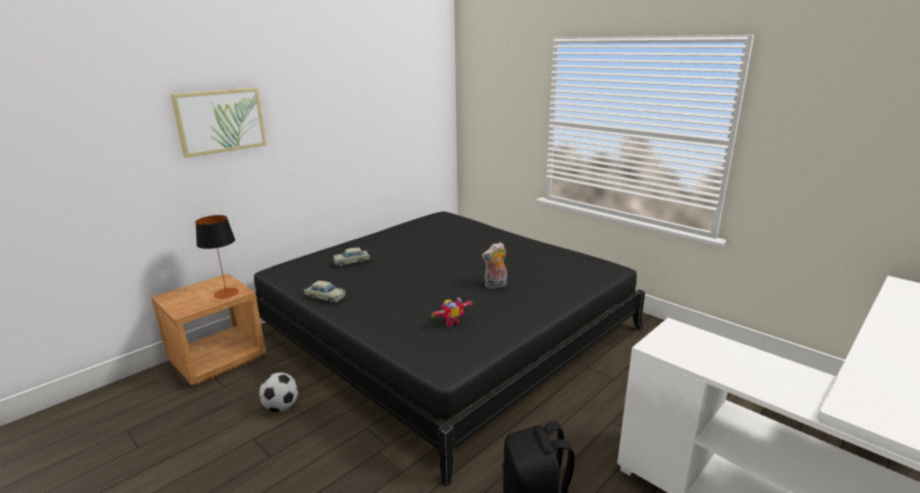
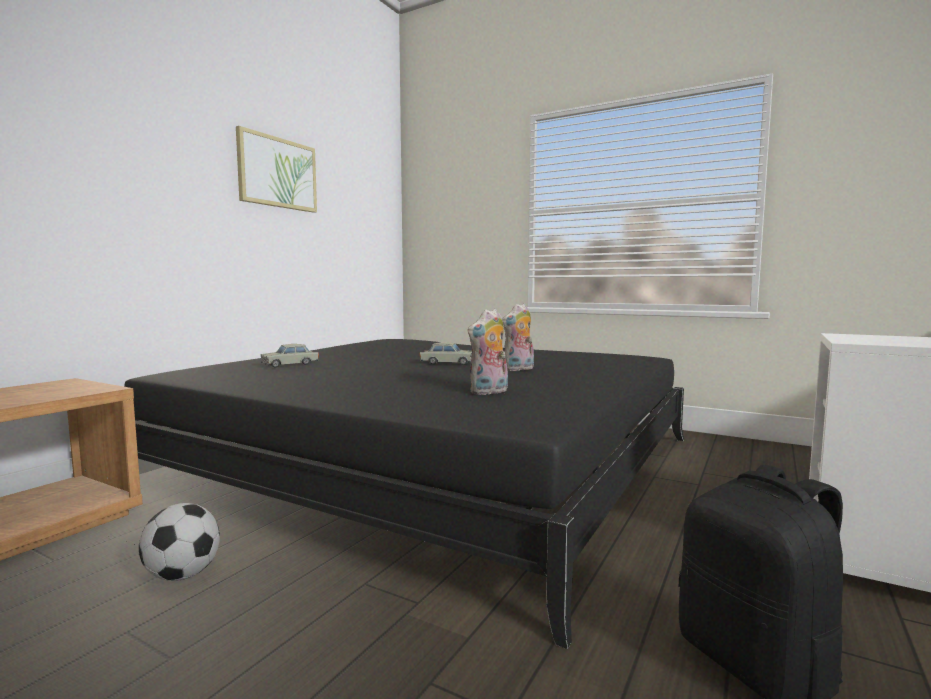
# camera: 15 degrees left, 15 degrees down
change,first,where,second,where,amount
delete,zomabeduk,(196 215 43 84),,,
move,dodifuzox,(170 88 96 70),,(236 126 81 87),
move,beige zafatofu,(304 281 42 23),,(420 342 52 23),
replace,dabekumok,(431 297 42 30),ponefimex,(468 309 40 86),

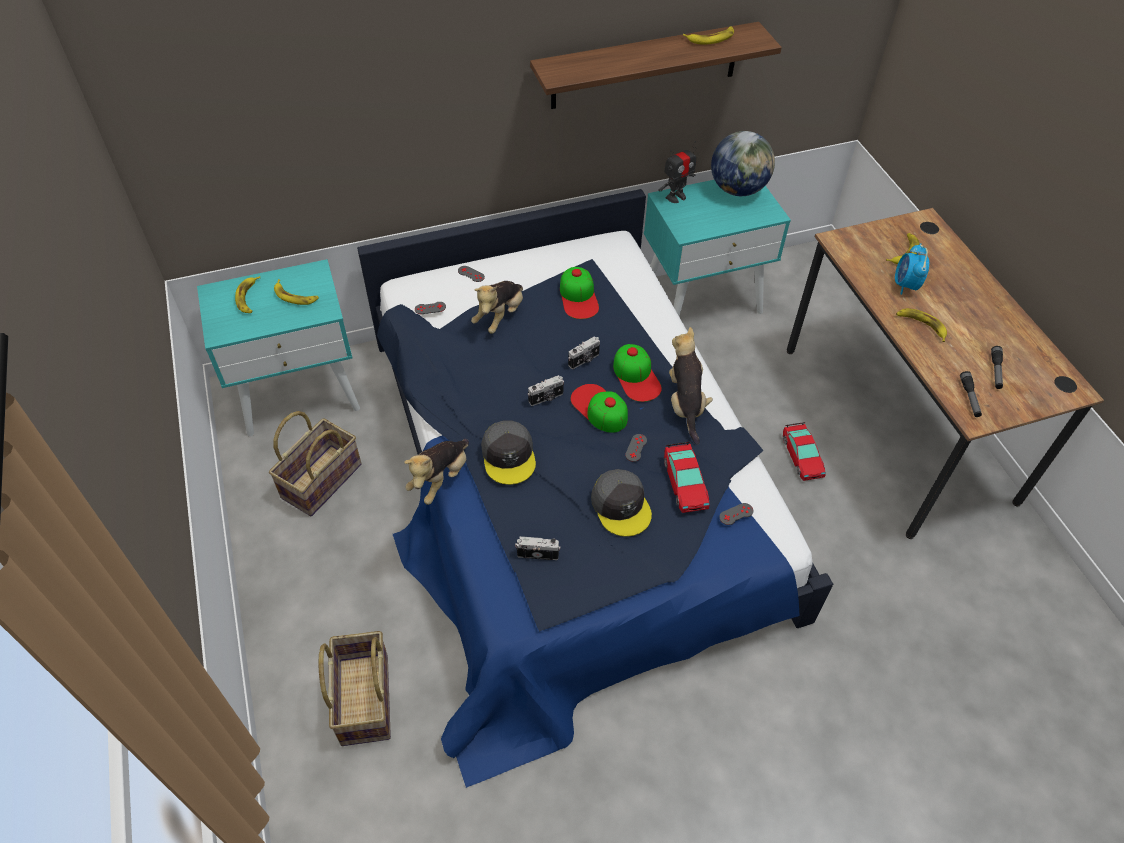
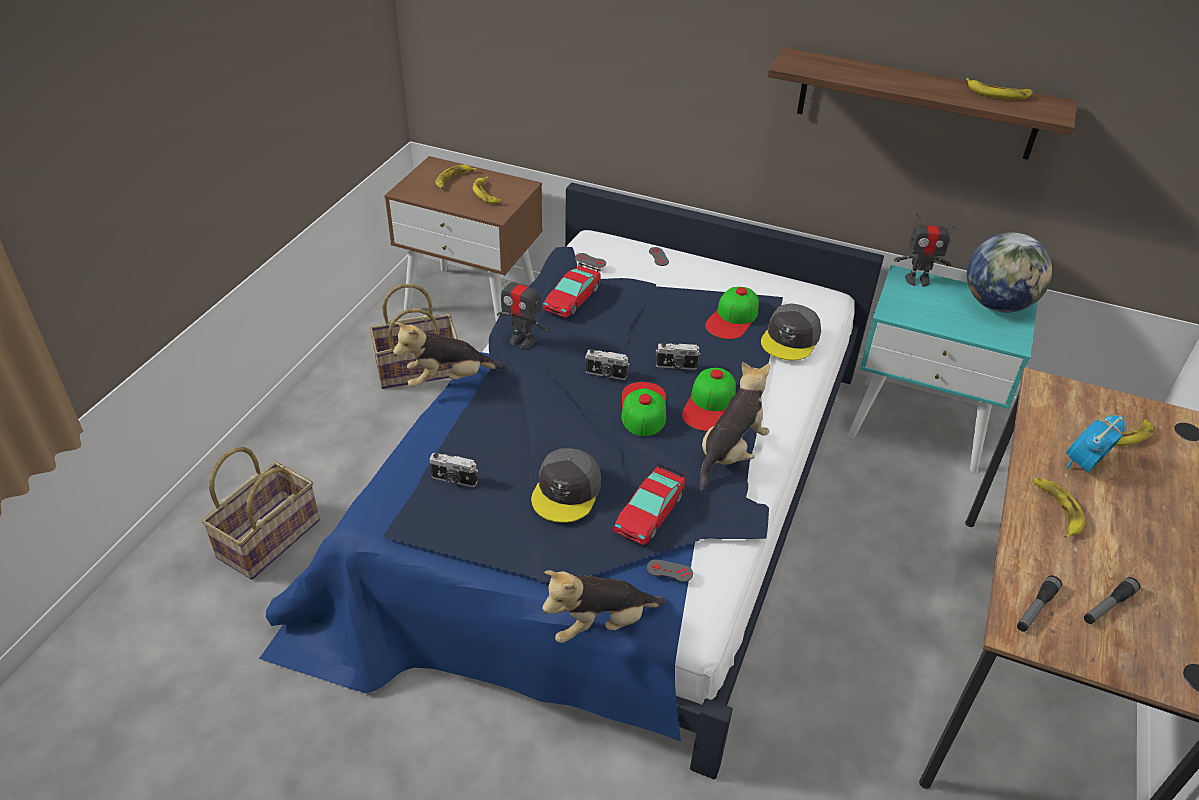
# camera: 40 degrees right, 10 degrees down
change,first,where,second,where,amount
delete,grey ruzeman,(625 434 22 28),,,
insert,,,dabekumok,(497 269 52 79),
move,ponefimex,(471 281 52 53),,(542 570 124 73),
move,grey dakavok,(481 420 55 65),,(761 303 60 57),
move,zafatofu,(783 422 43 59),,(543 263 58 55),
recolor,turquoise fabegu,(197 259 163 178),brown fabegu,(384 156 158 166),
rotate,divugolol,(515 536 46 24),,(429 453 49 34),150 degrees clockwise

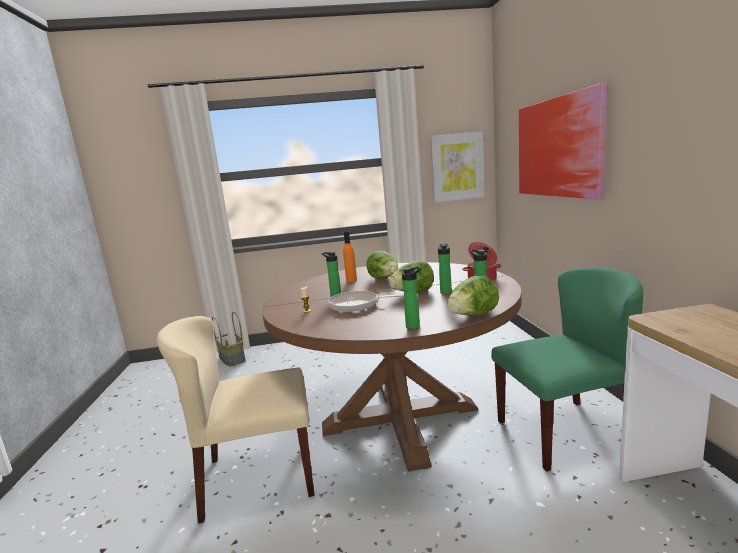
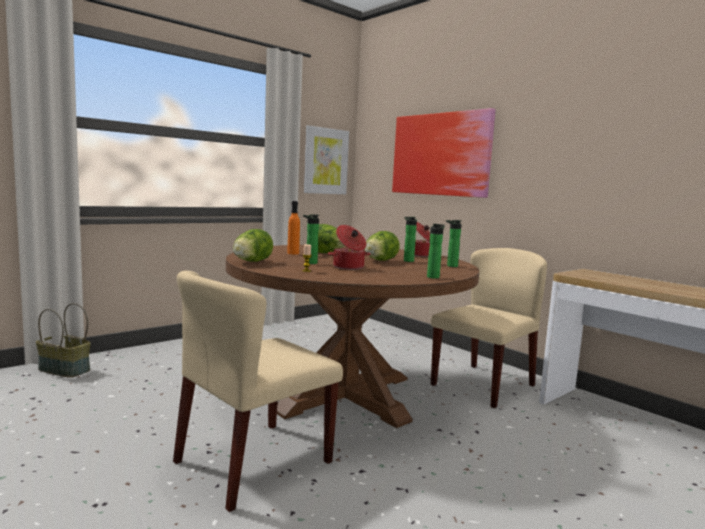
# camera: 35 degrees left, 5 degrees down
change,first,where,second,where,amount
move,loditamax,(448 276 51 39),,(233 229 40 33),
replace,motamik,(328 291 76 21),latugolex,(328 225 42 45),
recolor,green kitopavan,(491 267 152 204),beige kitopavan,(431 248 116 160),

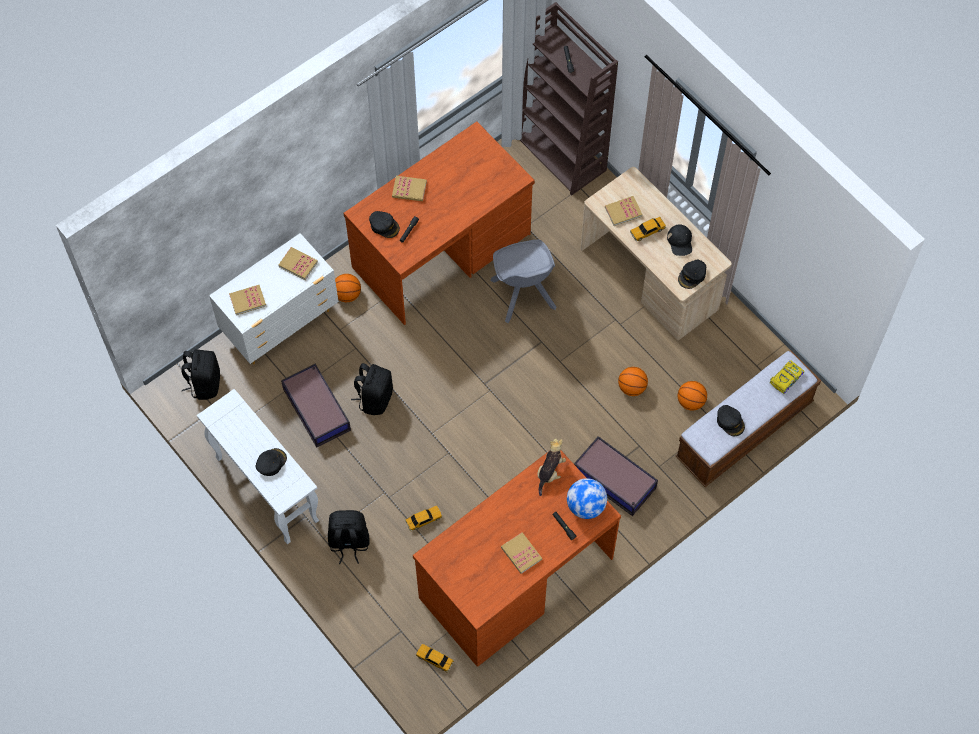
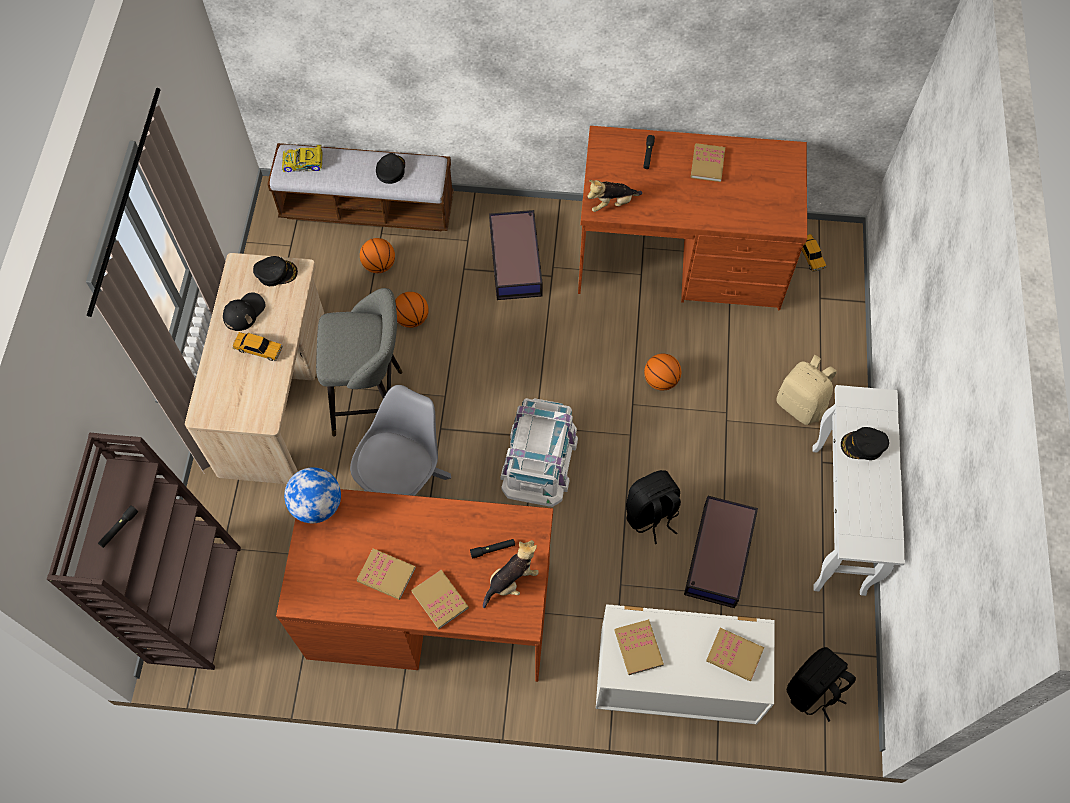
# camera: 135 degrees left, 0 degrees up
change,first,where,second,where,amount
delete,zafatofu,(405 506 37 26),,,
insert,,,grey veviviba,(316 288 86 148),
insert,,,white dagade,(501 398 77 109),
move,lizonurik,(335 274 26 28),,(644 354 37 36),
move,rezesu,(567 478 40 41),,(284 467 57 56),
move,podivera,(605 196 38 30),,(357 548 59 52),
replace,black dakavok,(369 211 31 27),ponefimex,(483 540 56 68),
recolor,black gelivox,(328 510 42 54),beige gelivox,(776 355 61 70),

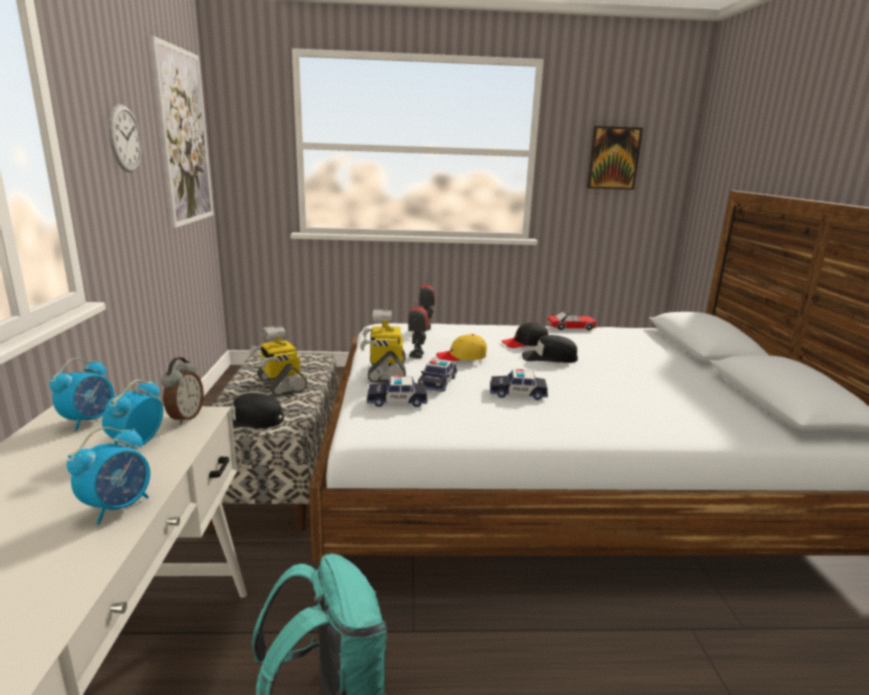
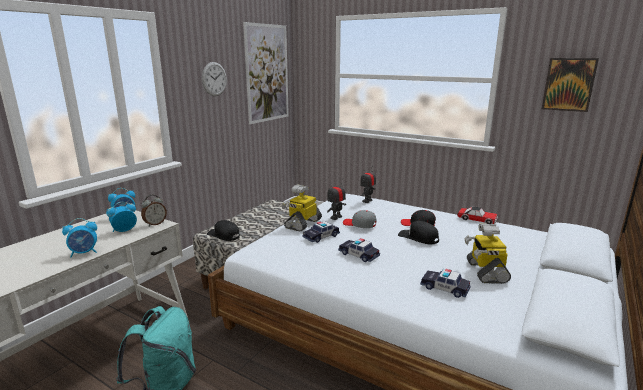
# camera: 35 degrees right, 0 degrees up
change,first,where,second,where,amount
move,dabekumok,(249 326 58 70),,(464 224 47 60),
move,zafatofu,(367 375 60 32),,(420 269 51 29),
recolor,yellow dakavok,(436 334 51 27),grey dakavok,(343 210 33 18),

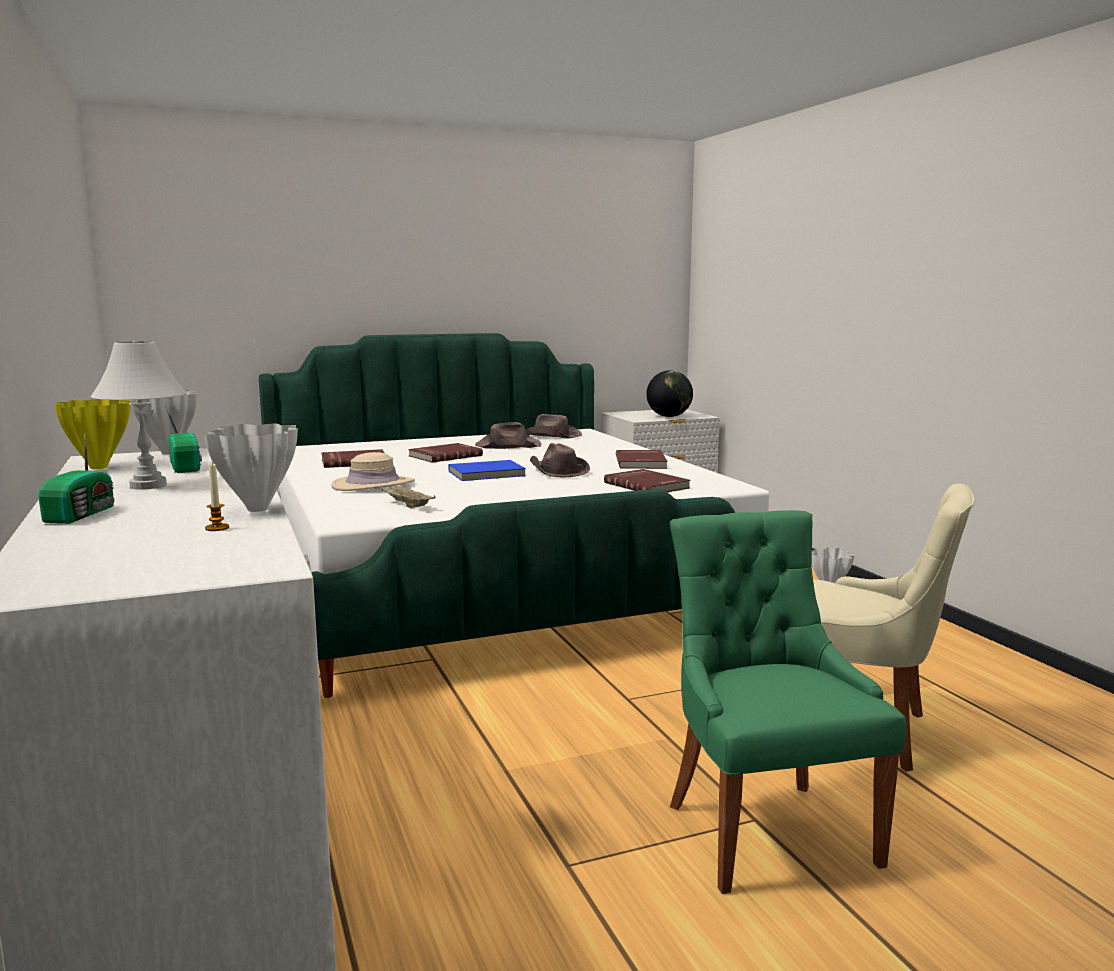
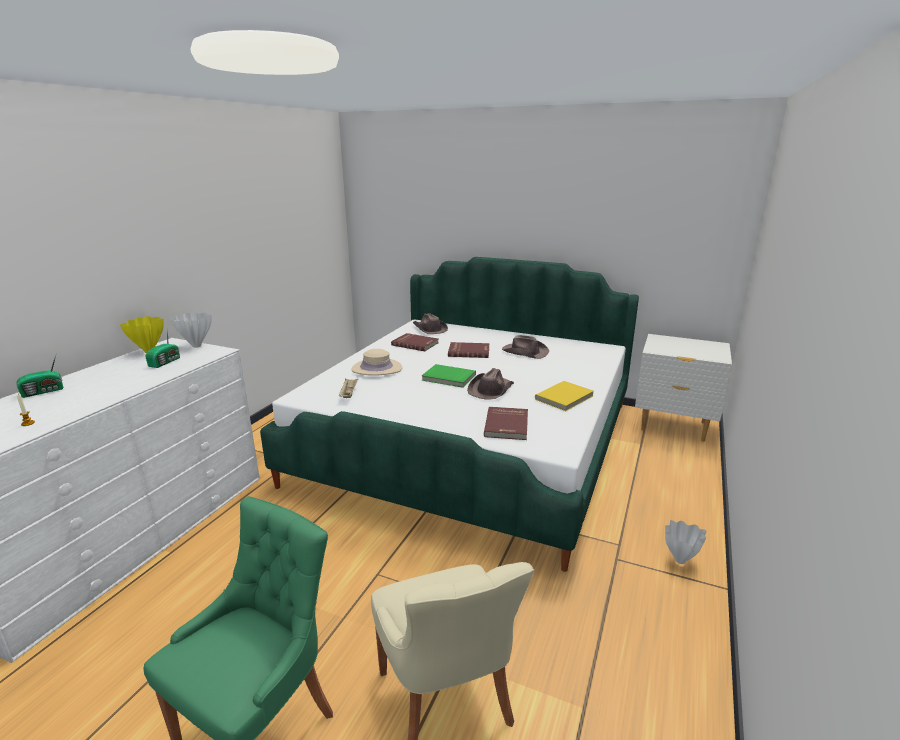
# camera: 45 degrees right, 10 degrees up
change,first,where,second,where,amount
delete,white zomabeduk,(91 341 96 149),,,
delete,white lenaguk,(204 424 94 88),,,
delete,rezesu,(646 370 47 47),,,
move,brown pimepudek,(525 414 57 24),,(413 313 35 21),
recolor,blue podivera,(448 460 78 21),green podivera,(422 364 54 24),
recolor,red podivera,(616 450 51 19),yellow podivera,(535 381 58 30),

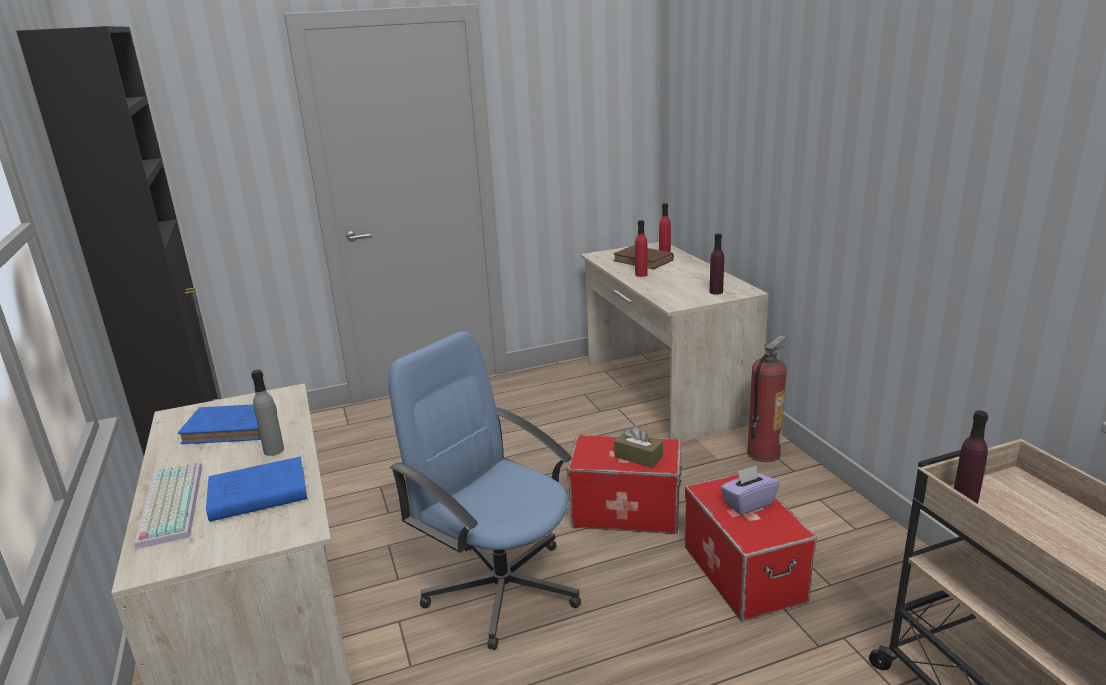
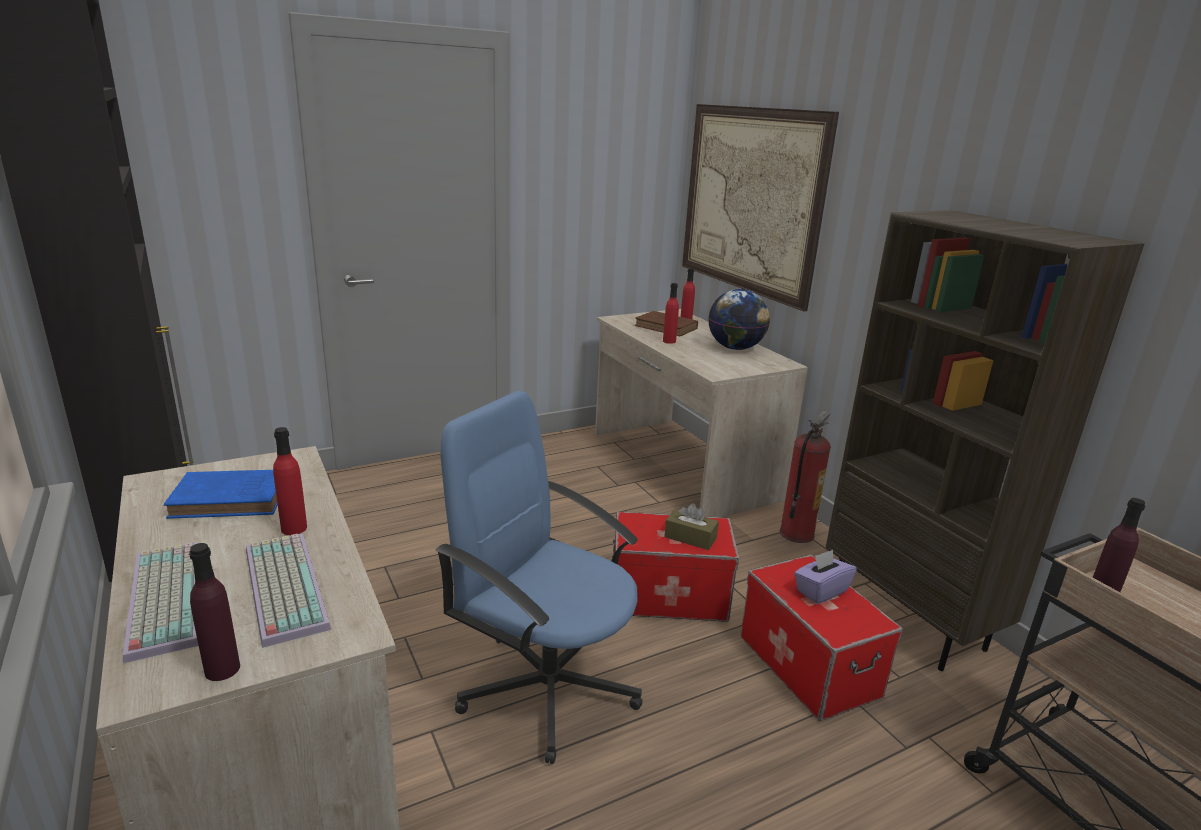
# camera: 10 degrees left, 0 degrees up
change,first,where,second,where,amount
insert,,,dodifuzox,(682 104 157 208),
insert,,,rezesu,(709 289 61 61),
insert,,,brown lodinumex,(826 210 318 461),
move,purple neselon,(709 233 15 62),,(189 543 51 138),
replace,blue podivera,(206 456 101 66),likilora,(246 534 85 114),
recolor,grey neselon,(251 370 33 86),red neselon,(273 427 34 108),

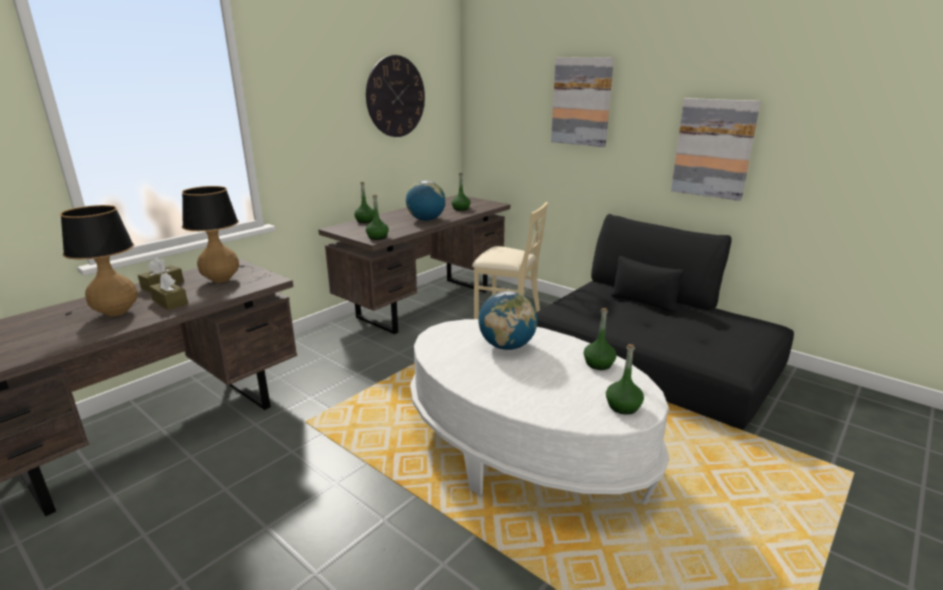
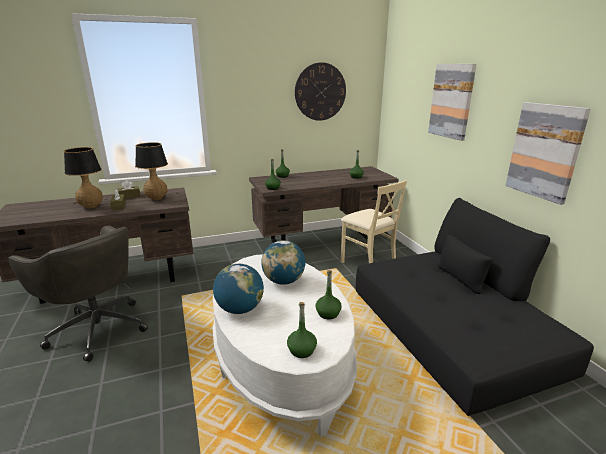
# camera: 30 degrees right, 0 degrees up
change,first,where,second,where,amount
insert,,,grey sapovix,(7 226 141 136),
move,rezesu,(406 181 40 40),,(213 264 51 50),

